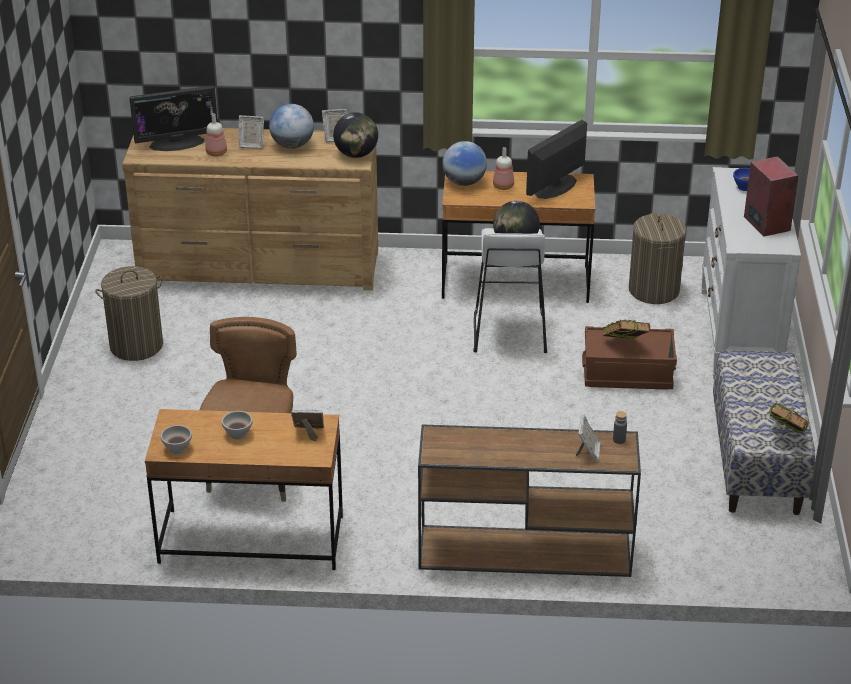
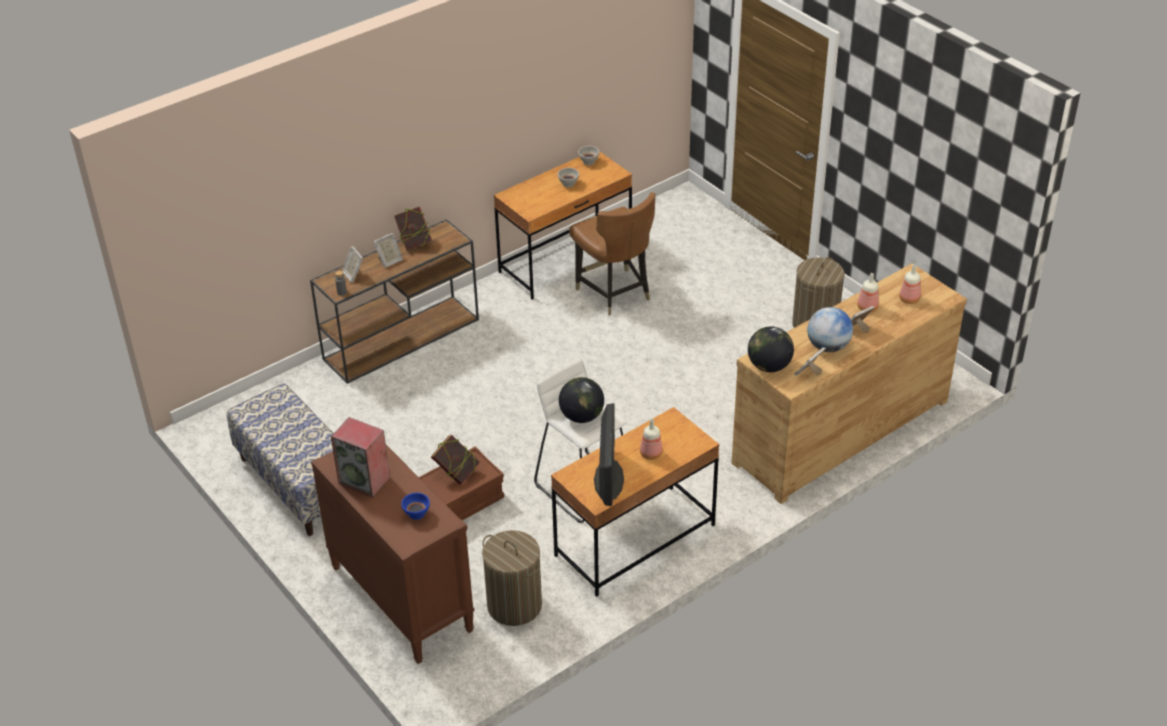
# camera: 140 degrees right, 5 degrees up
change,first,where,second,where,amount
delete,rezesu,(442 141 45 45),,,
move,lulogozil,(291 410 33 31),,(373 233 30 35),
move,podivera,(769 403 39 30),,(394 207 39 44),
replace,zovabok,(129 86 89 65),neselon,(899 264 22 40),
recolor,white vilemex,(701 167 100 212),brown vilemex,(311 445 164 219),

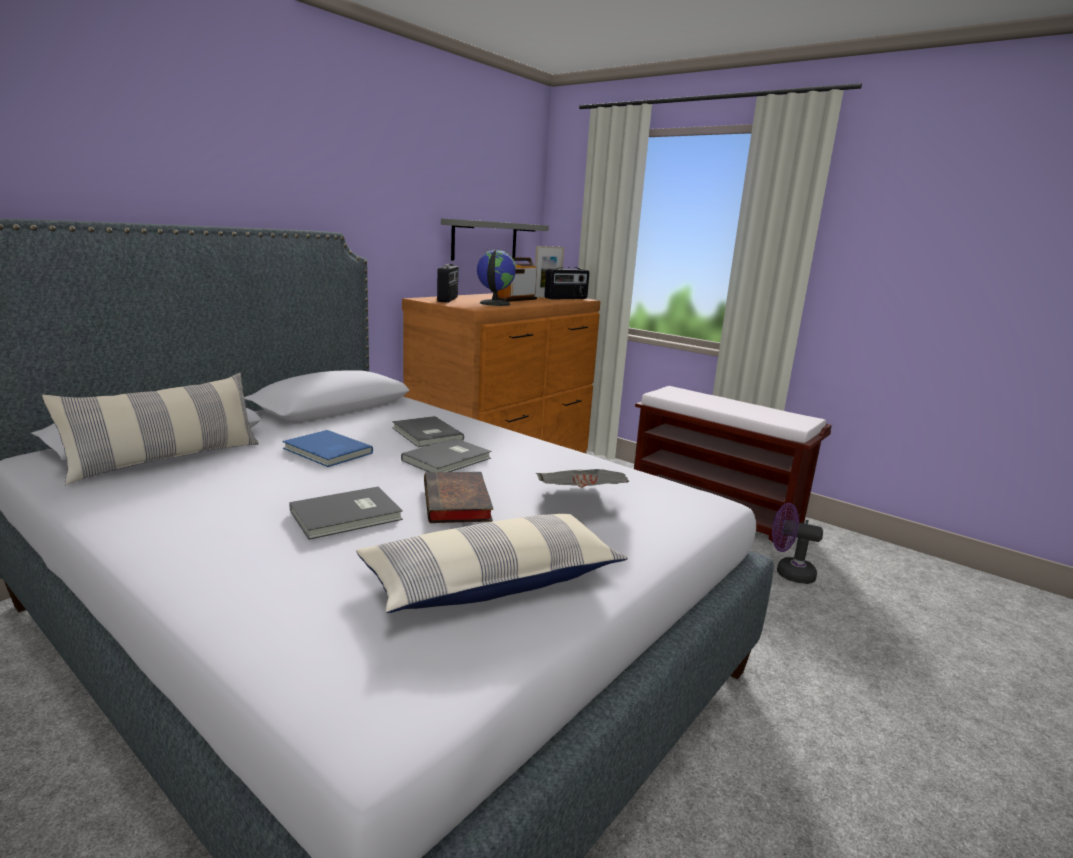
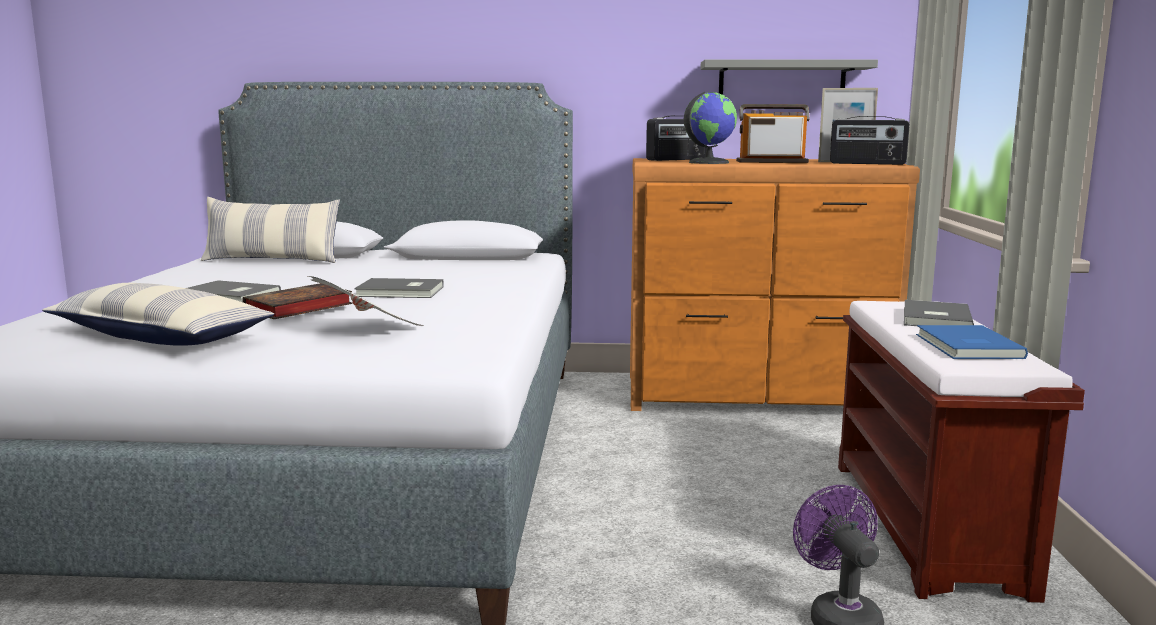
# camera: 55 degrees right, 5 degrees down
change,first,where,second,where,amount
move,blue podivera,(282 430 91 37),,(916 325 112 34),
move,grey podivera,(392 416 72 31),,(904 300 70 26),

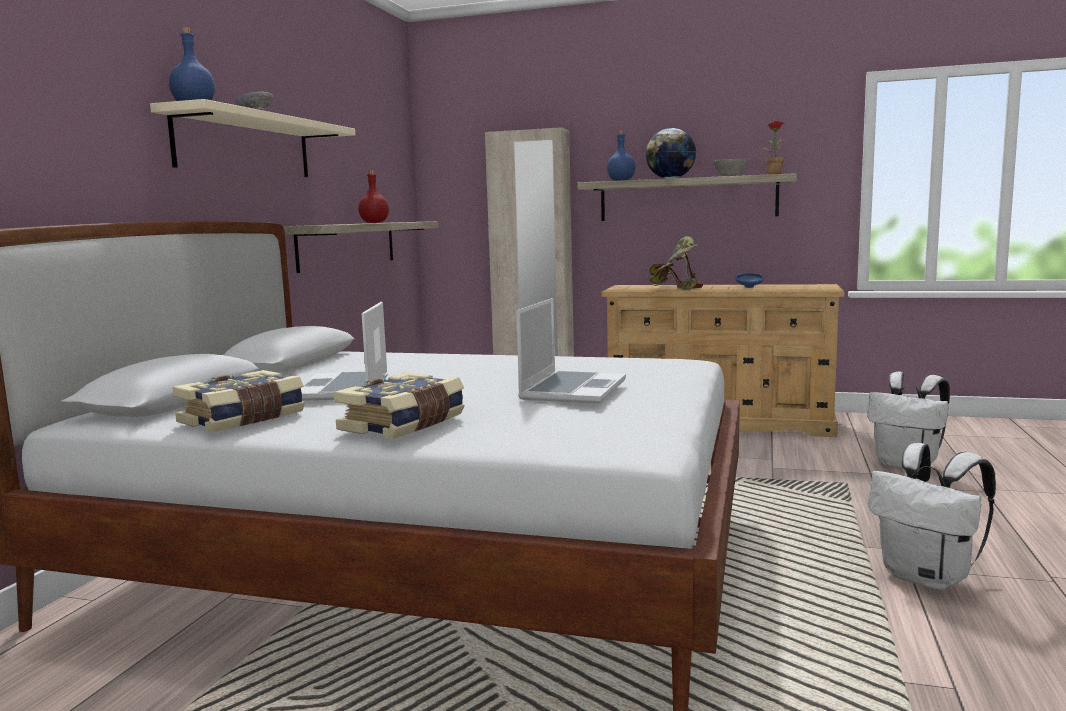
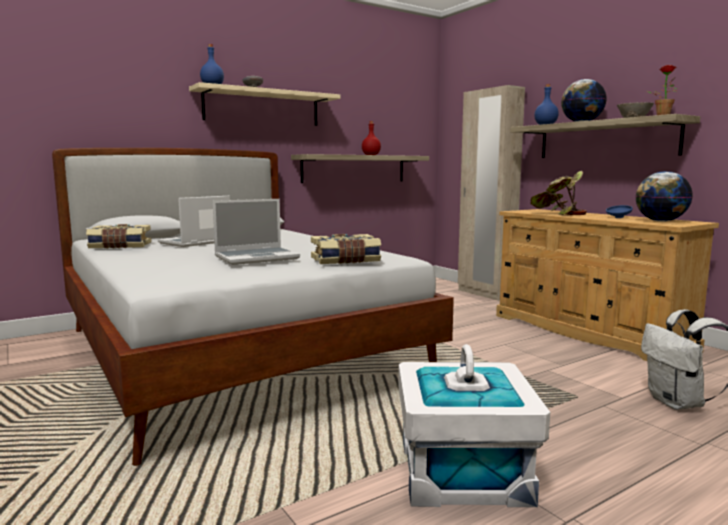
# camera: 40 degrees right, 0 degrees up
change,first,where,second,where,amount
insert,,,rezesu,(635 171 58 50),
move,podivera,(334 372 131 67),,(311 234 70 30),
replace,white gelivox,(868 443 128 148),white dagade,(398 344 152 163),

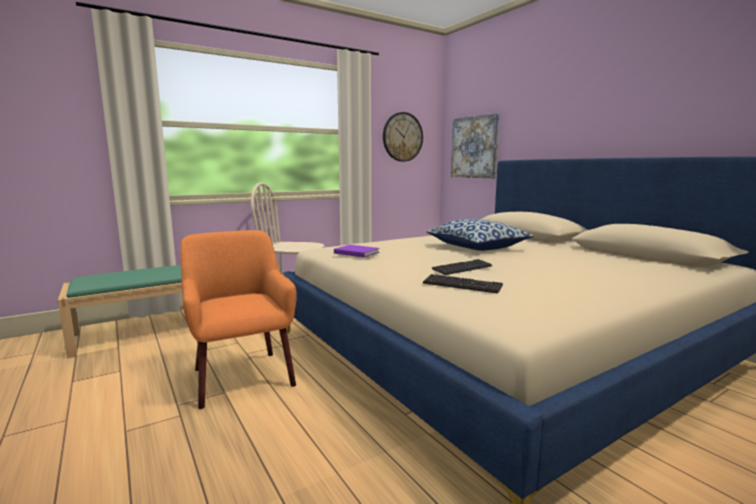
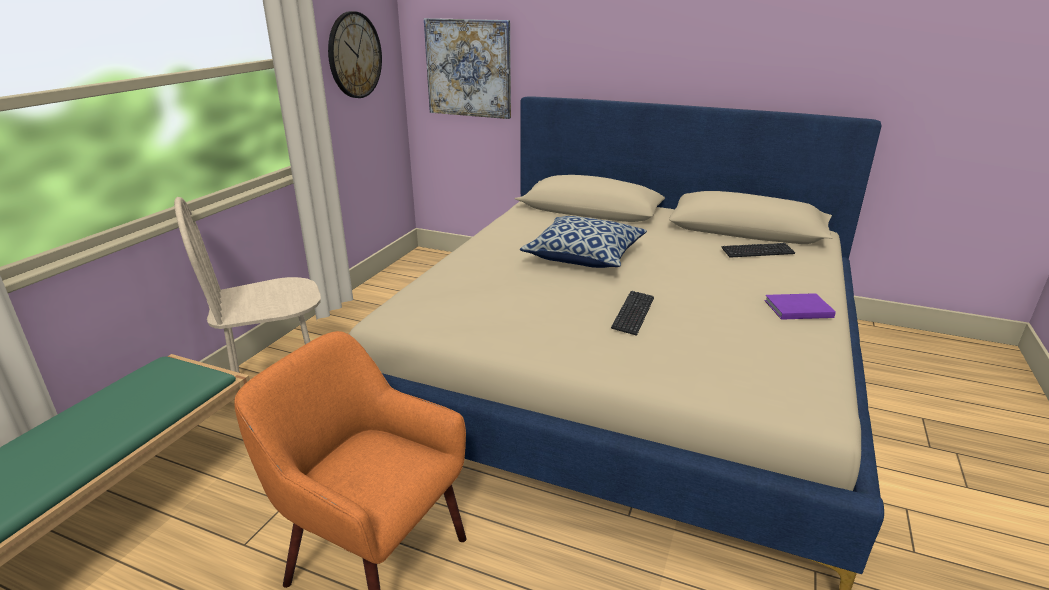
# camera: 35 degrees left, 15 degrees up
change,first,where,second,where,amount
move,purple podivera,(334 245 46 13),,(765 293 71 27),
move,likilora,(423 274 80 19),,(721 243 74 15),

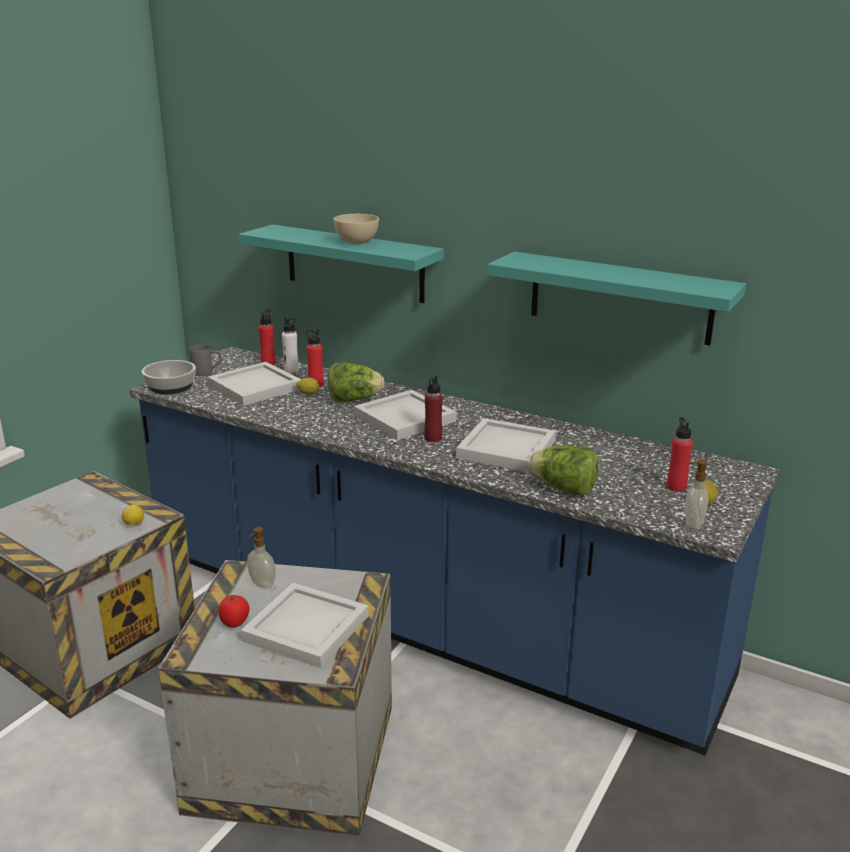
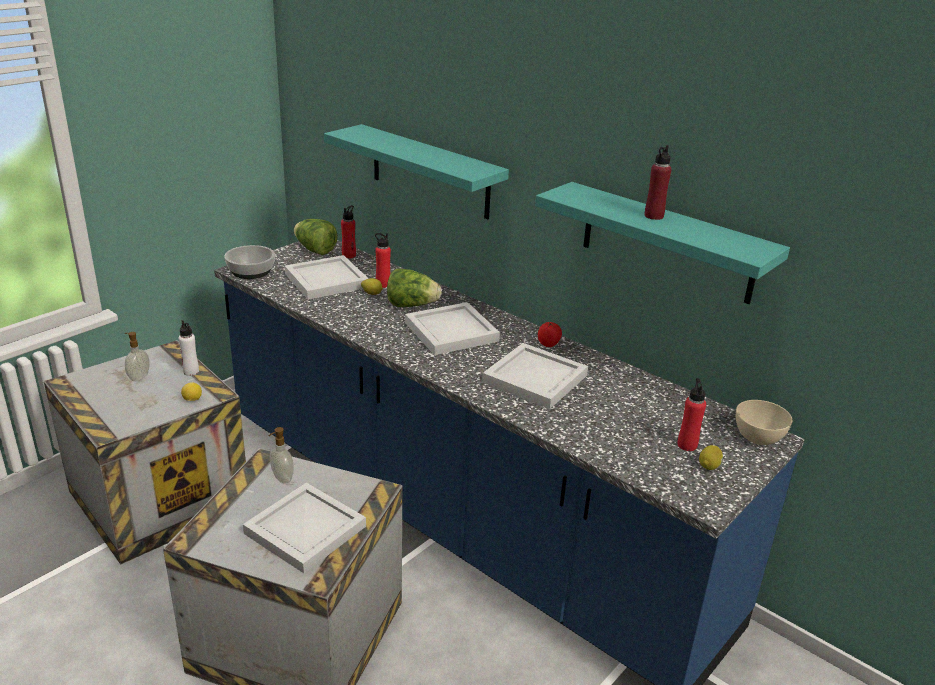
# camera: 10 degrees right, 5 degrees up
change,first,where,second,where,amount
delete,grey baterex,(189 344 32 32),,,
move,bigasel,(218 595 32 33),,(538 322 24 25),
move,white neselon,(282 317 17 56),,(179 320 20 56),
move,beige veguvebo,(334 214 45 30),,(736 400 56 45),
move,red neselon,(424 376 19 66),,(645 145 26 75),
move,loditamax,(529 445 69 51),,(294 219 43 36),
move,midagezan,(685 460 23 69),,(125 332 25 49),

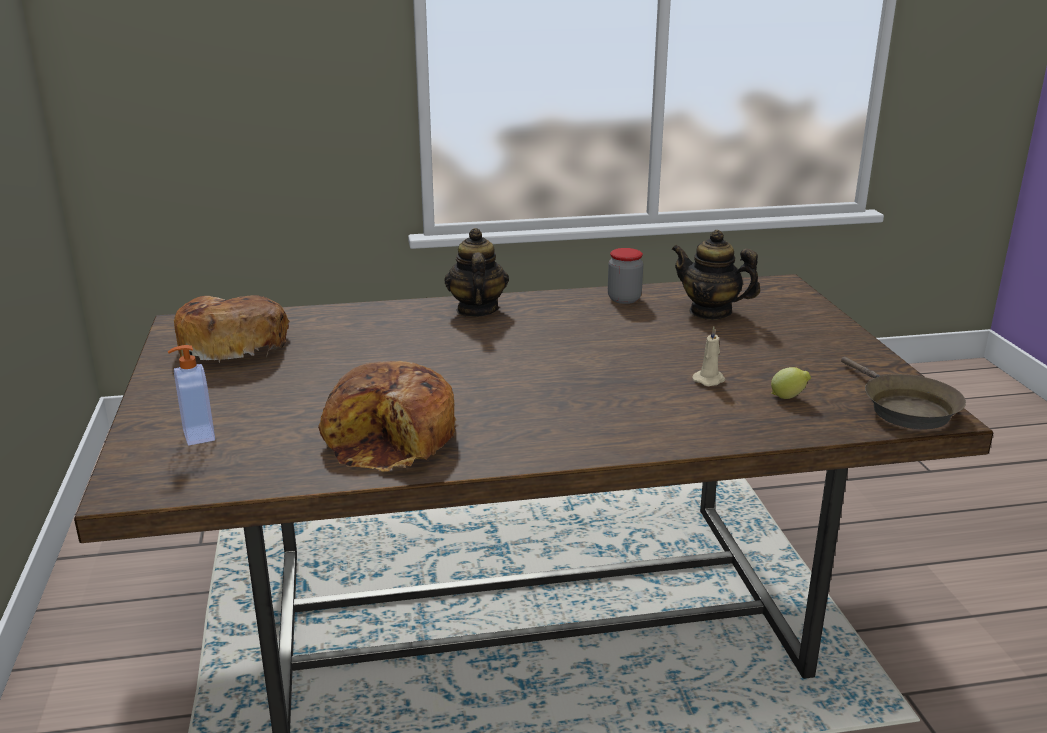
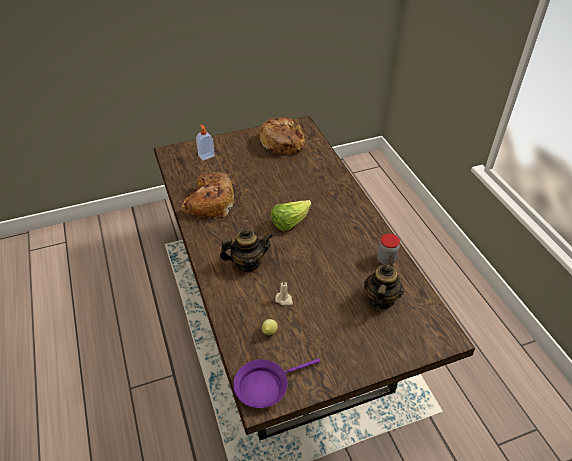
# camera: 80 degrees right, 20 degrees up
change,first,where,second,where,amount
insert,,,loditamax,(271 200 40 31),
move,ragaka,(444 228 65 89),,(220 228 53 44),
recolor,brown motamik,(841 357 125 73),purple motamik,(233 358 87 50),

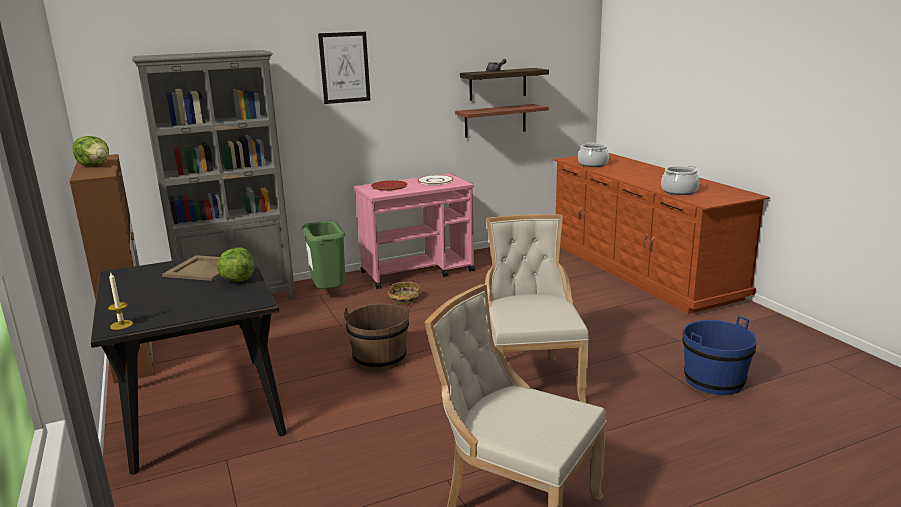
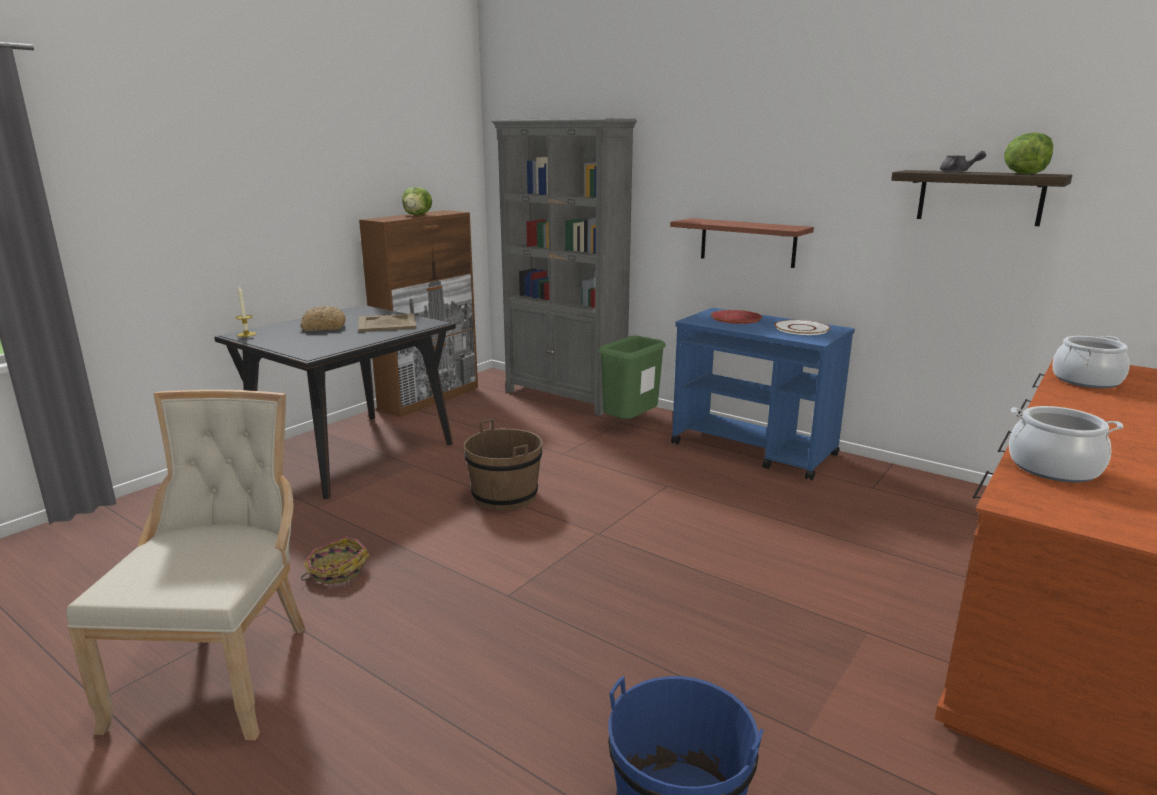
# camera: 60 degrees right, 0 degrees up
change,first,where,second,where,amount
delete,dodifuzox,(318 32 53 72),,,
delete,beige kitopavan,(485 214 104 189),,,
insert,,,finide,(300 306 46 25),
move,loditamax,(217 248 37 34),,(1004 133 49 41),
move,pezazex,(388 281 34 24),,(301 536 69 48),
move,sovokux,(455 104 94 34),,(670 218 144 50),
recolor,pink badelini,(354 174 121 115),blue badelini,(671 308 184 172),

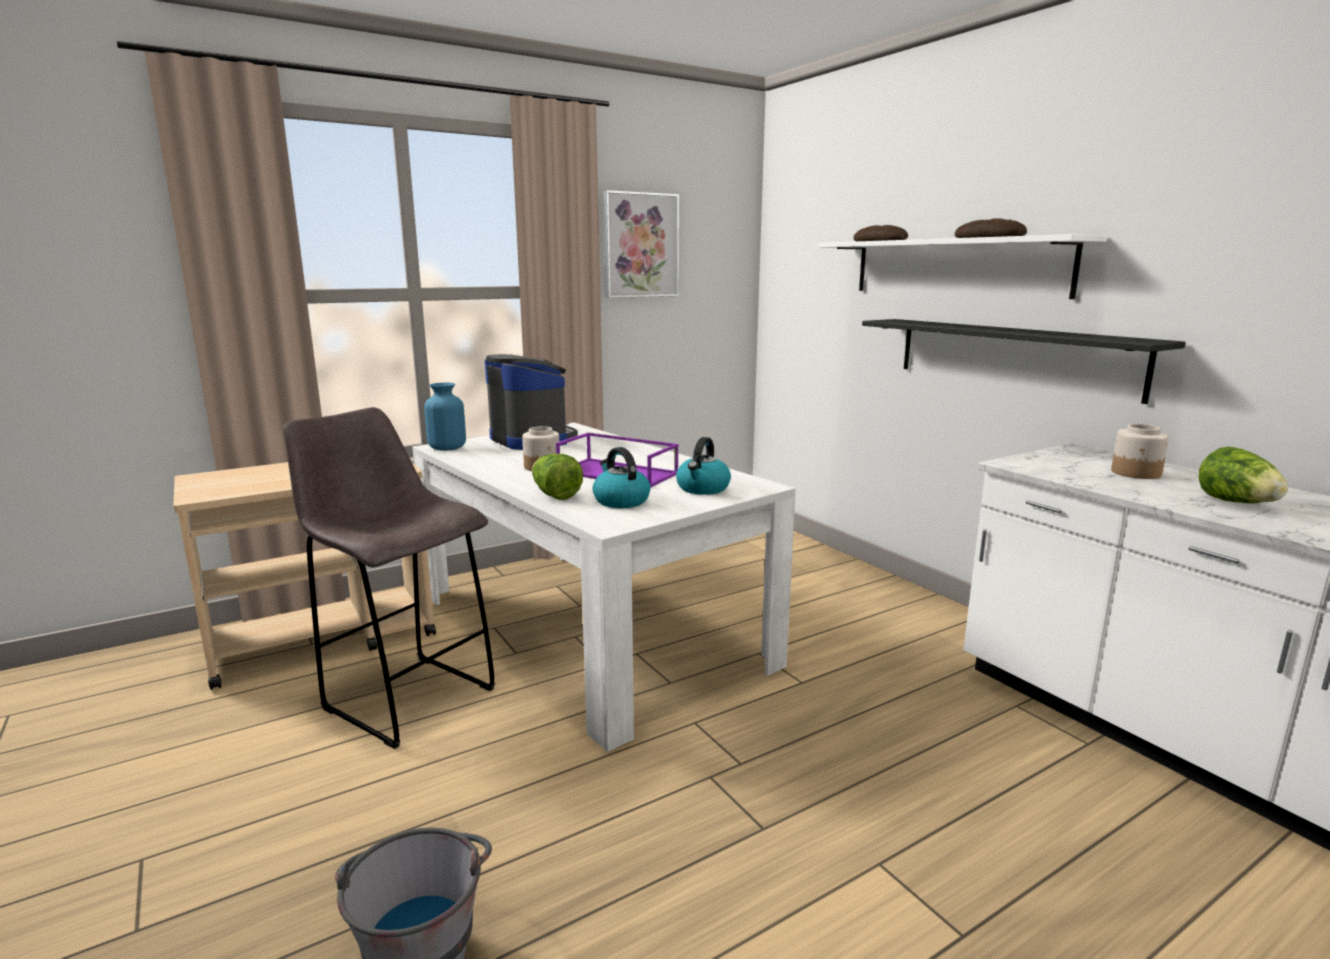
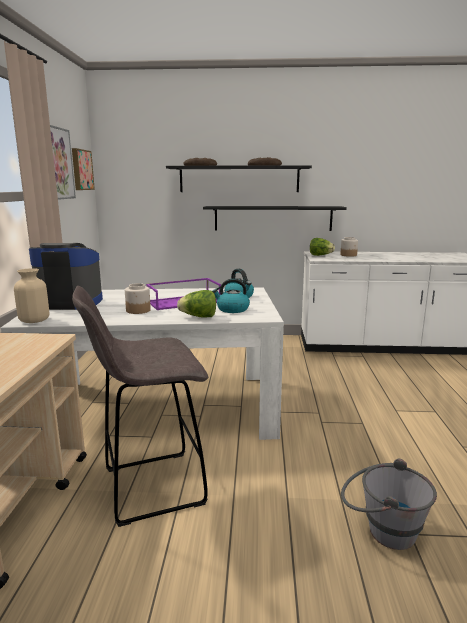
# camera: 55 degrees left, 0 degrees up
change,first,where,second,where,amount
insert,,,dodifuzox,(72 148 23 42),
move,loditamax,(1198 447 90 56),,(310 238 25 18),
recolor,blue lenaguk,(424 383 42 68),beige lenaguk,(14 268 35 55),
recolor,white sovokux,(818 234 289 65),black sovokux,(166 165 146 27),

